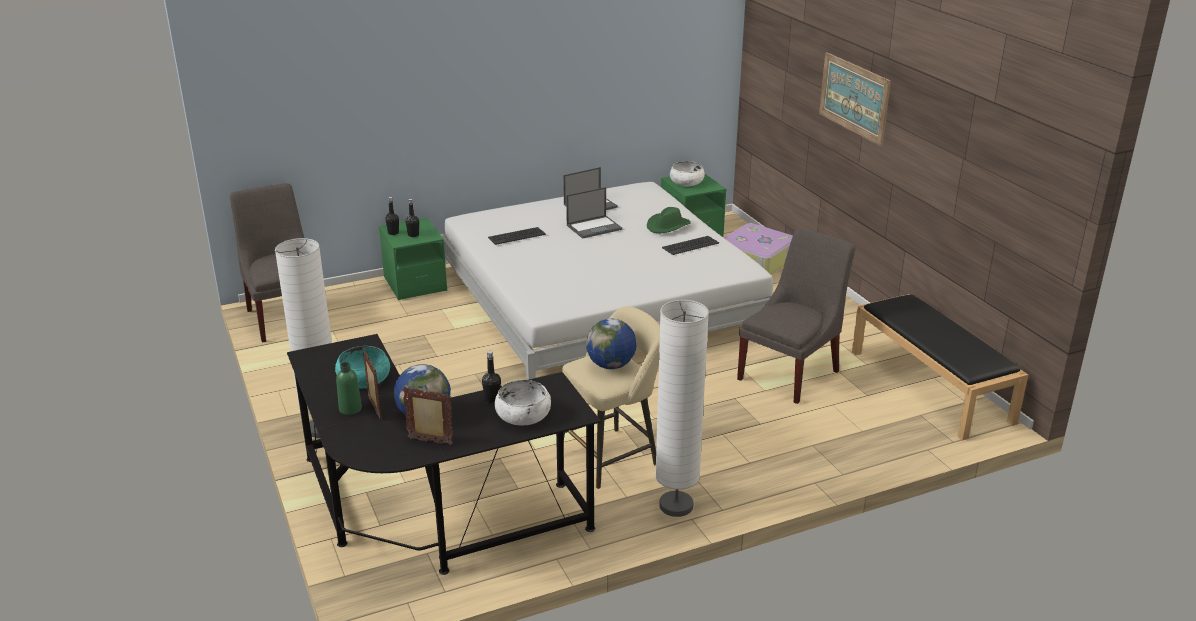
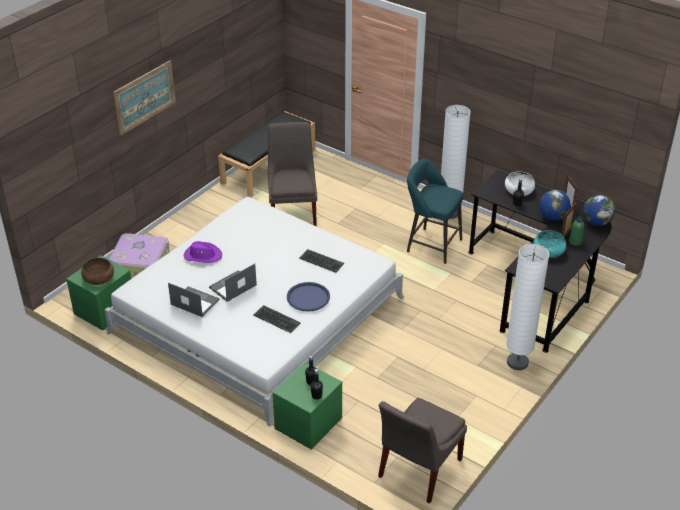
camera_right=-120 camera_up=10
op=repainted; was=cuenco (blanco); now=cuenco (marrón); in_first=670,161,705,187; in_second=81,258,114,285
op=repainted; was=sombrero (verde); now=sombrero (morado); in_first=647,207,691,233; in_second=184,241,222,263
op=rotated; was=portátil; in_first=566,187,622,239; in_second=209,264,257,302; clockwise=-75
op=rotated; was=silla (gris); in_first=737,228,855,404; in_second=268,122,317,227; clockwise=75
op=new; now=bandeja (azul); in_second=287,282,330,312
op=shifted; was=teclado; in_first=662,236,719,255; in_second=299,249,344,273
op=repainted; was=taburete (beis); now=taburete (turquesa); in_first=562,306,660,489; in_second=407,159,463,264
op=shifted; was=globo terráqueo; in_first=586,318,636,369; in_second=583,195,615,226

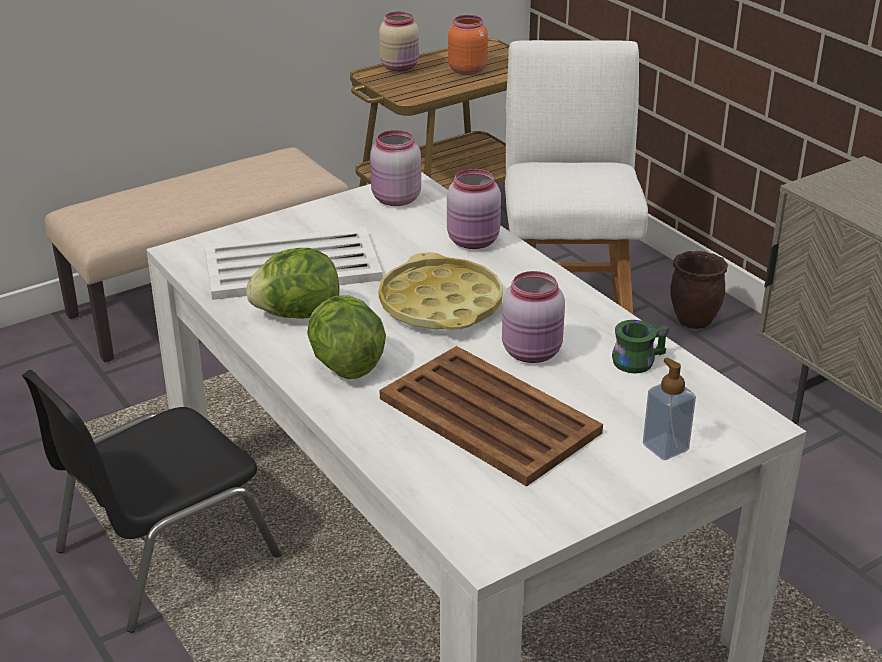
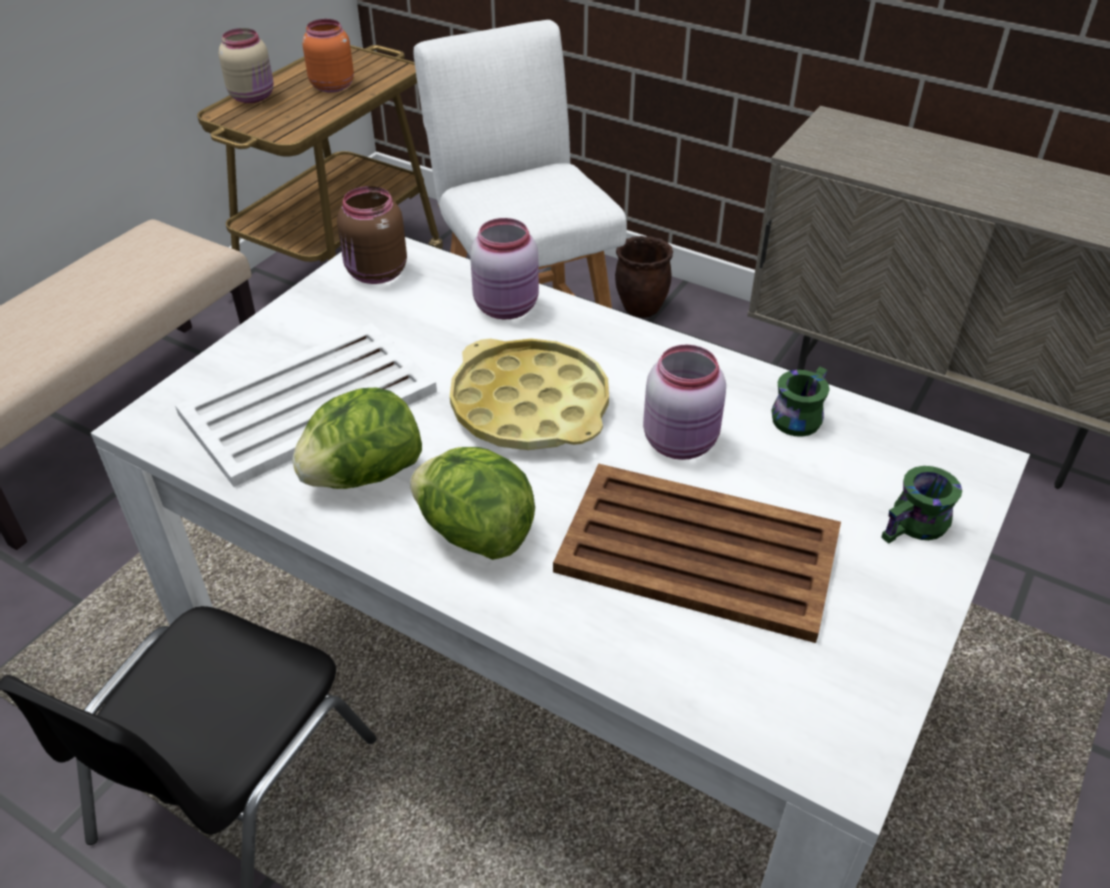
camera_right=-25 camera_up=10
op=repainted; was=tarro (rosa); now=tarro (marrón); in_first=370,130,421,206; in_second=337,186,407,284
op=swapped; was=dispensador de jabón; now=taza grande (verde); in_first=643,358,696,460; in_second=881,466,962,544

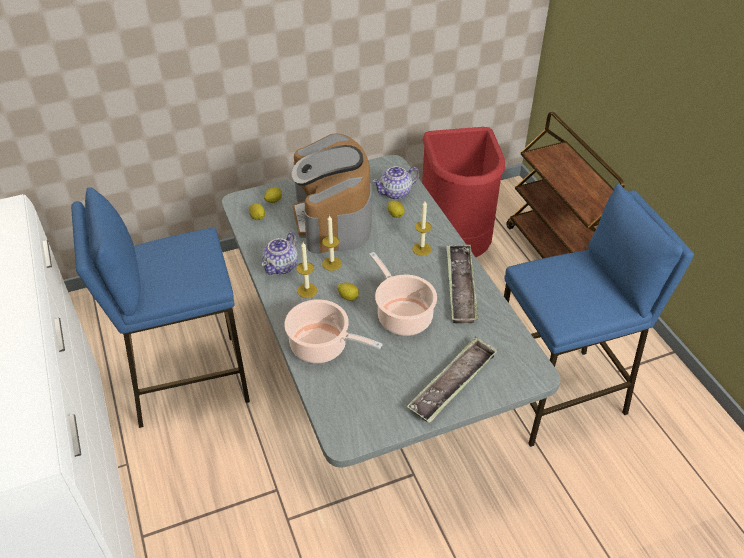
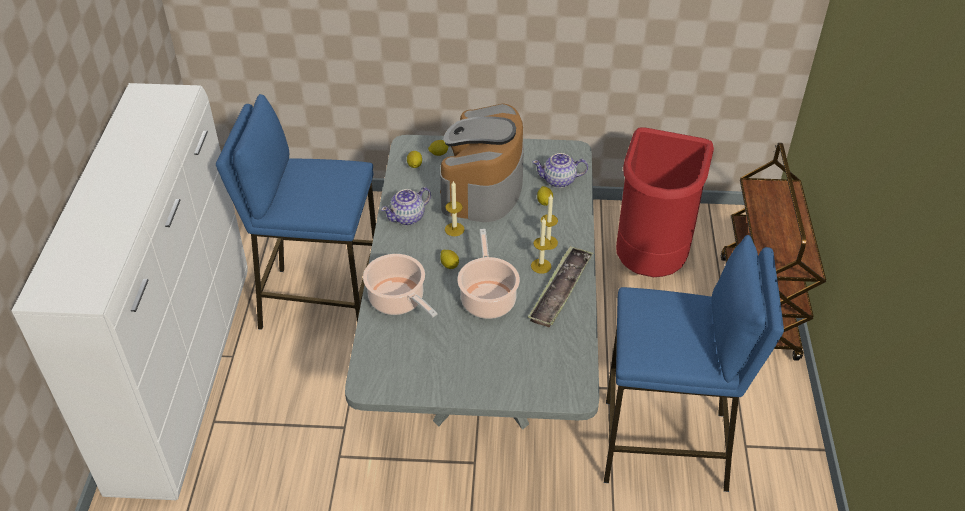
camera_right=25 camera_up=0
op=shifted; was=vela; in_first=297,242,317,298; in_second=531,218,551,274
op=gone; was=bandeja; in_first=407,336,498,423

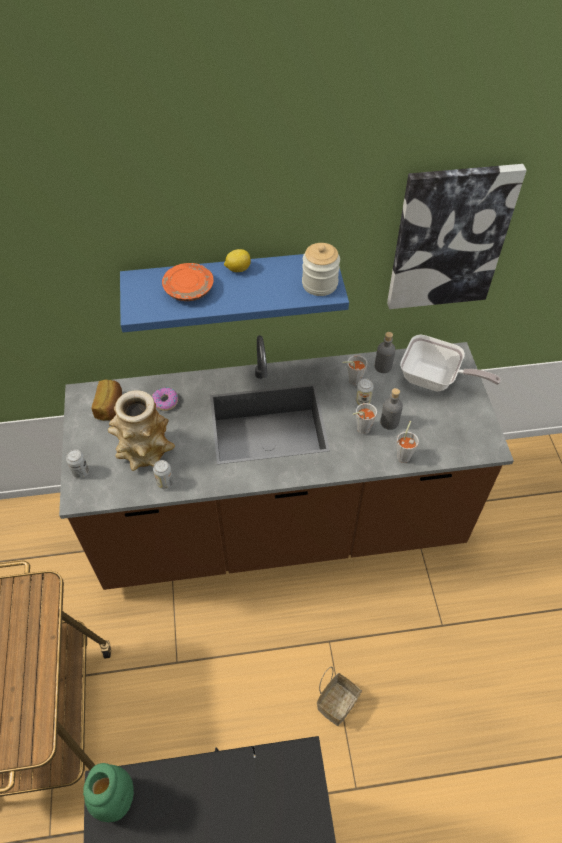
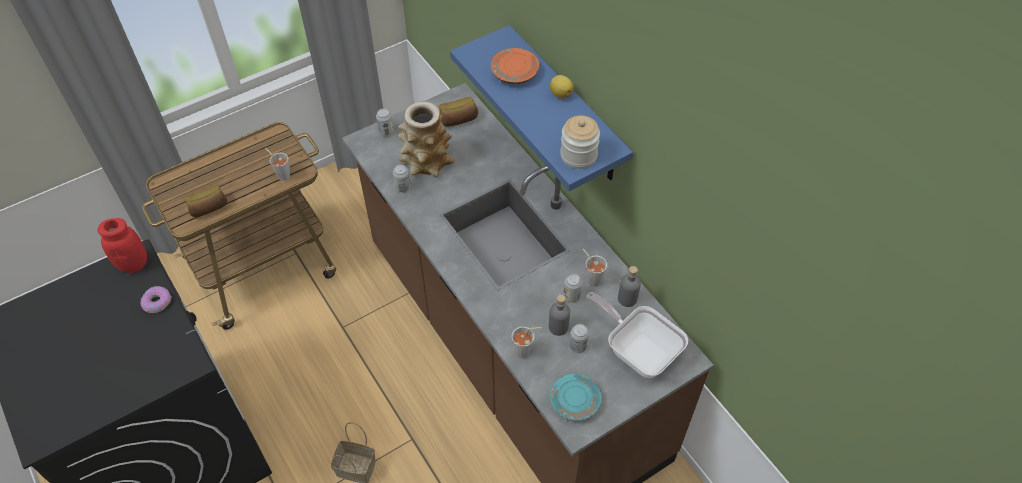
camera_right=65 camera_up=0
op=repainted; was=tarro (verde); now=tarro (rojo); in_first=83,763,134,822; in_second=98,218,147,273
op=shifted; was=rosquilla; in_first=152,387,178,411; in_second=140,286,171,313
op=new; now=pan; in_second=185,184,227,217
op=shifted; was=taza (gris); in_first=353,403,377,434; in_second=265,148,290,181
op=new; now=plato (turquesa); in_second=550,373,601,421
op=new; now=lata; in_second=569,324,589,353
op=rotated; was=sartén; in_first=400,335,501,391; in_second=586,292,688,378; clockwise=135
op=gone; was=cuadro; in_first=387,164,527,309

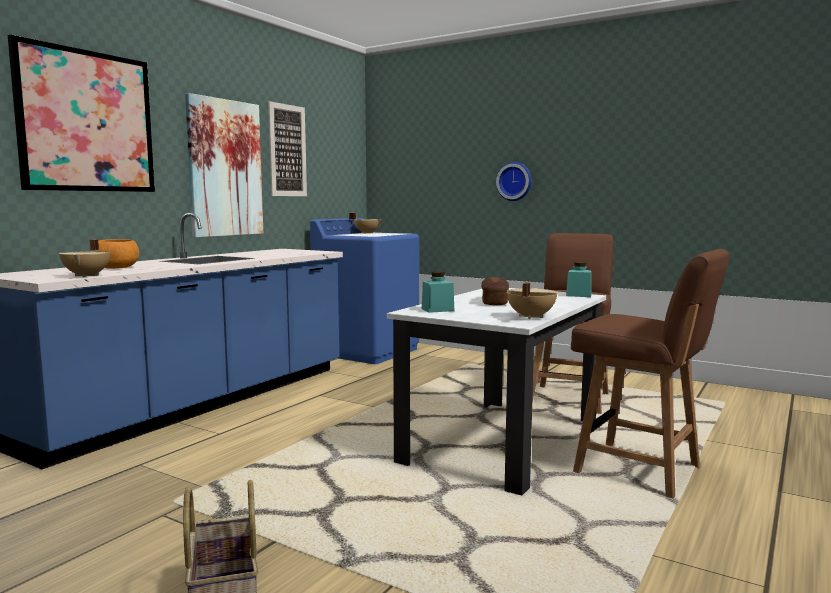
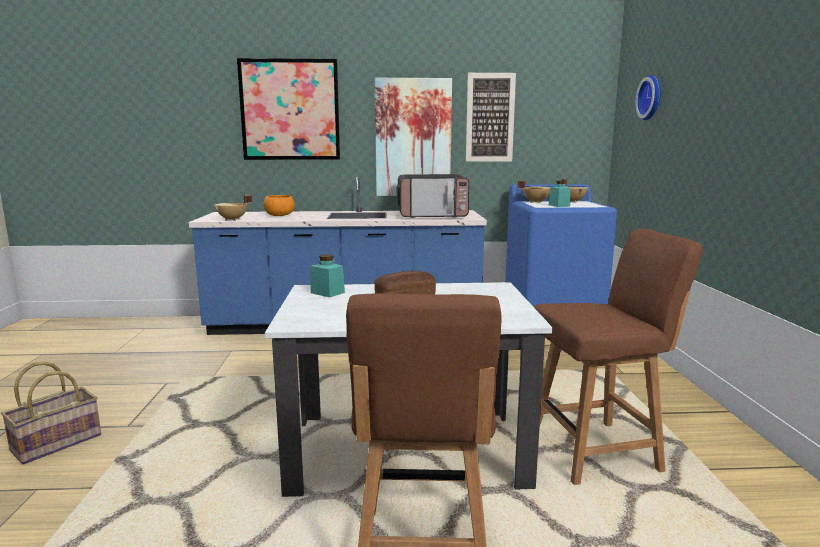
camera_right=55 camera_up=5
op=new; now=microondas; in_second=397,174,470,218
op=shifted; was=olla (beis); in_first=507,282,558,319; in_second=517,181,550,203
op=shifted; was=tarro (turquesa); in_first=566,262,592,297; in_second=549,181,571,207
op=shifted; was=reloj de pared; in_first=496,162,532,201; in_second=635,75,661,120

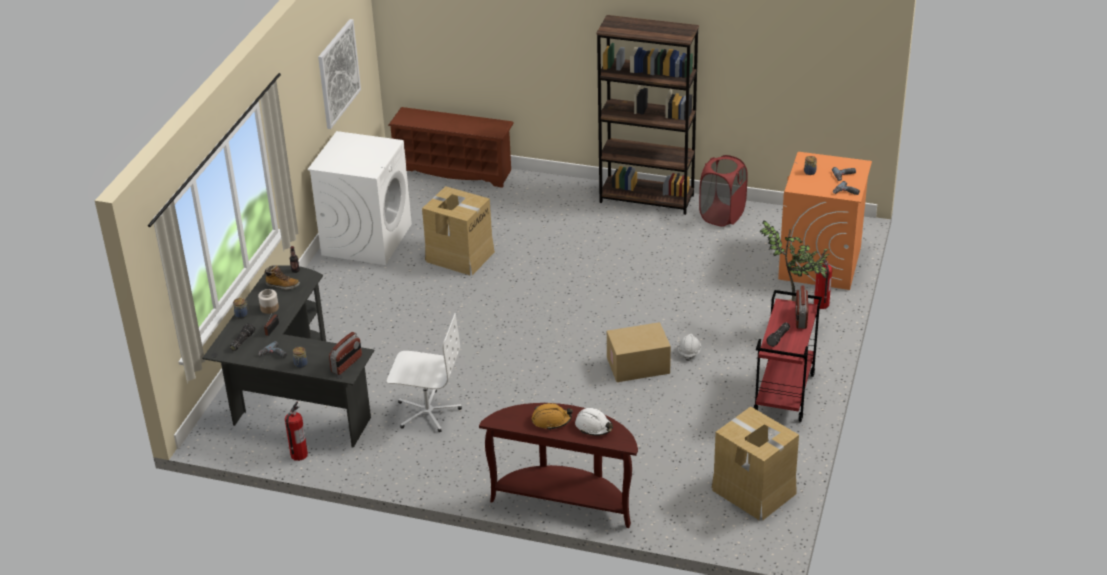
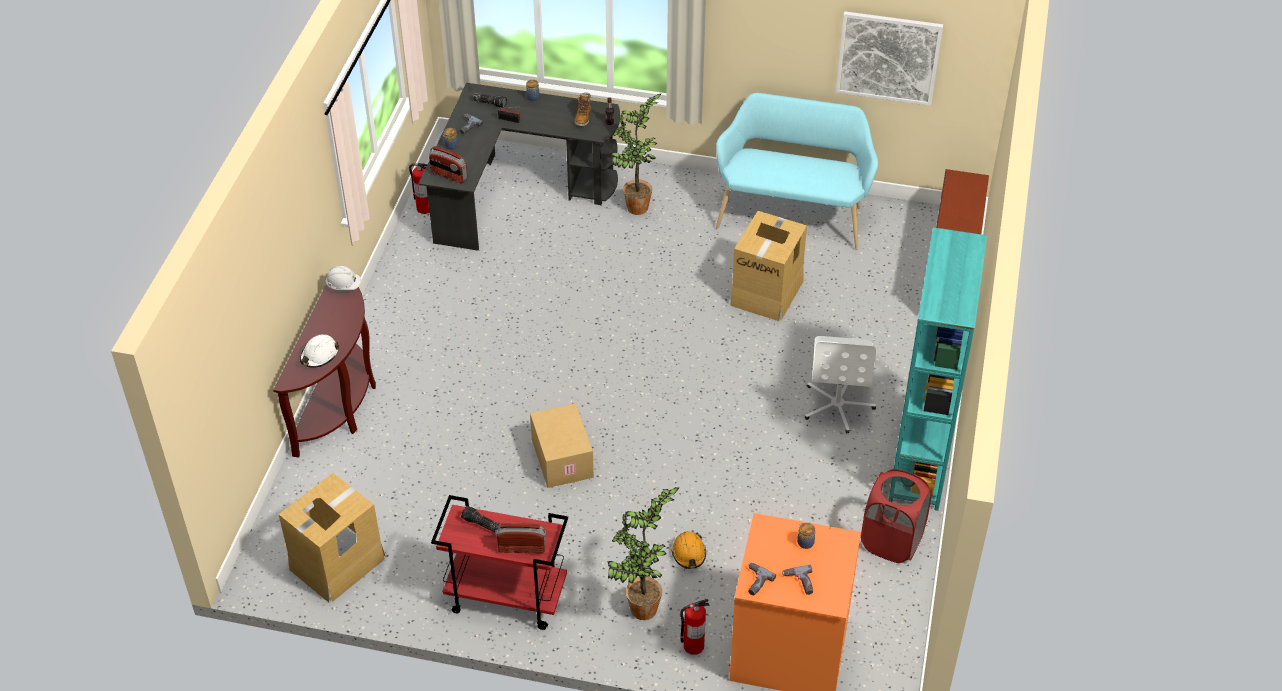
camera_right=85 camera_up=10
op=shifted; was=casco (blanco); in_first=678,334,701,361; in_second=325,266,361,290
op=new; now=planta en maceta; in_second=611,93,662,215
op=shifted; was=casco (naranja); in_first=532,403,573,429; in_second=672,531,706,569
op=swapped; was=lavadora (blanco); now=banco (turquesa); in_first=308,131,412,265; in_second=716,93,878,250
op=shifted; was=silla de oficina (blanco); in_first=387,313,462,432; in_second=805,336,876,433
op=repainted; was=estantería (marrón); now=estantería (turquesa); in_first=597,15,699,215; in_second=894,227,987,511
op=gone; was=tarro; in_first=258,289,279,314

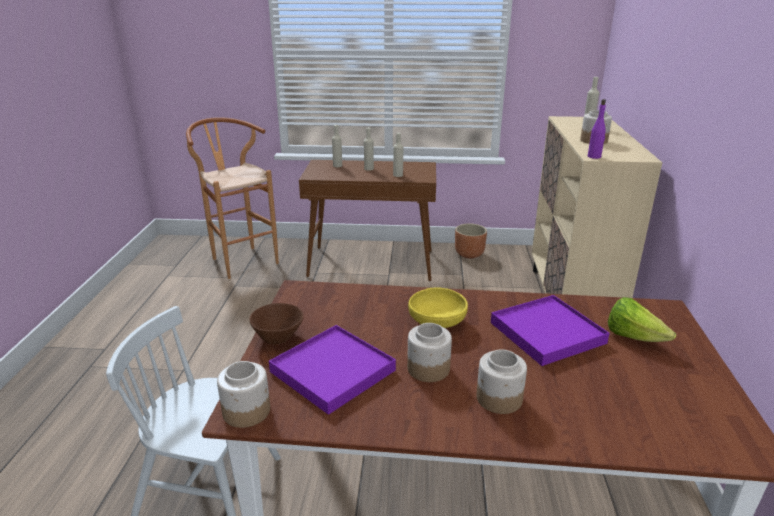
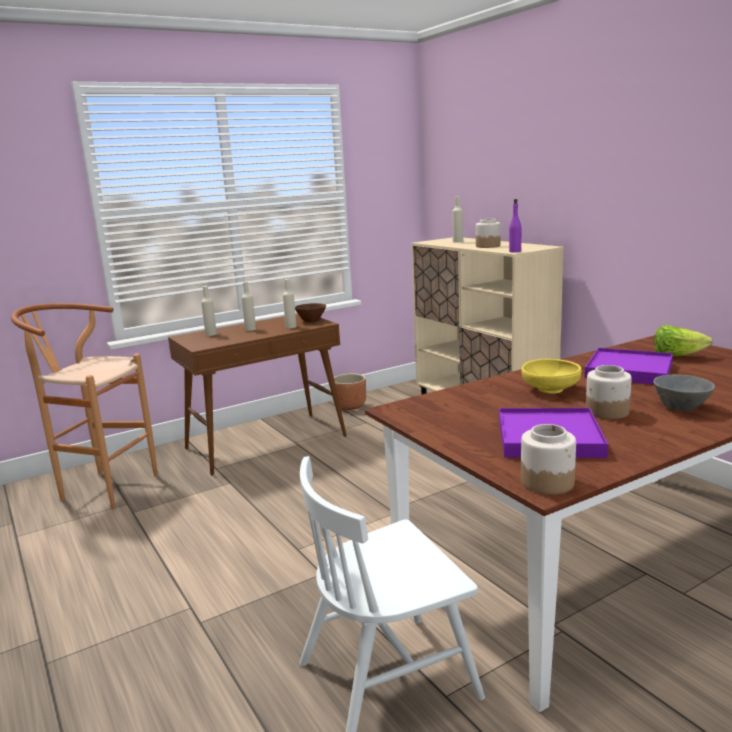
camera_right=-35 camera_up=-10
op=shifted; was=cuenco (marrón); in_first=249,303,304,344; in_second=295,303,326,322
op=swapped; was=tarro; now=cuenco (gris); in_first=476,349,527,414; in_second=653,375,715,411

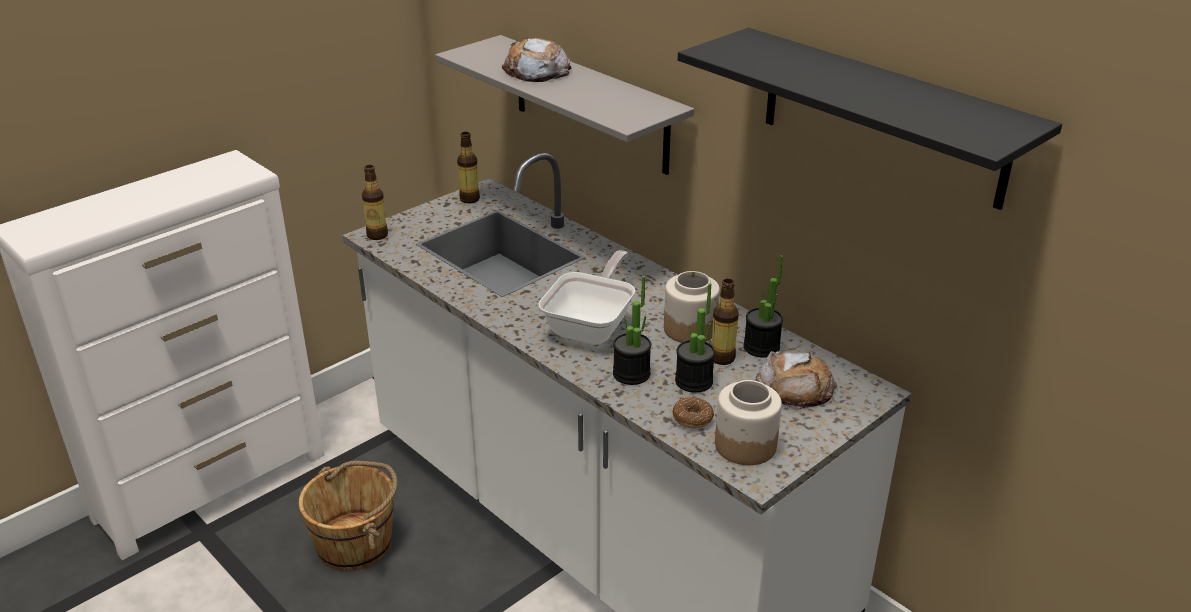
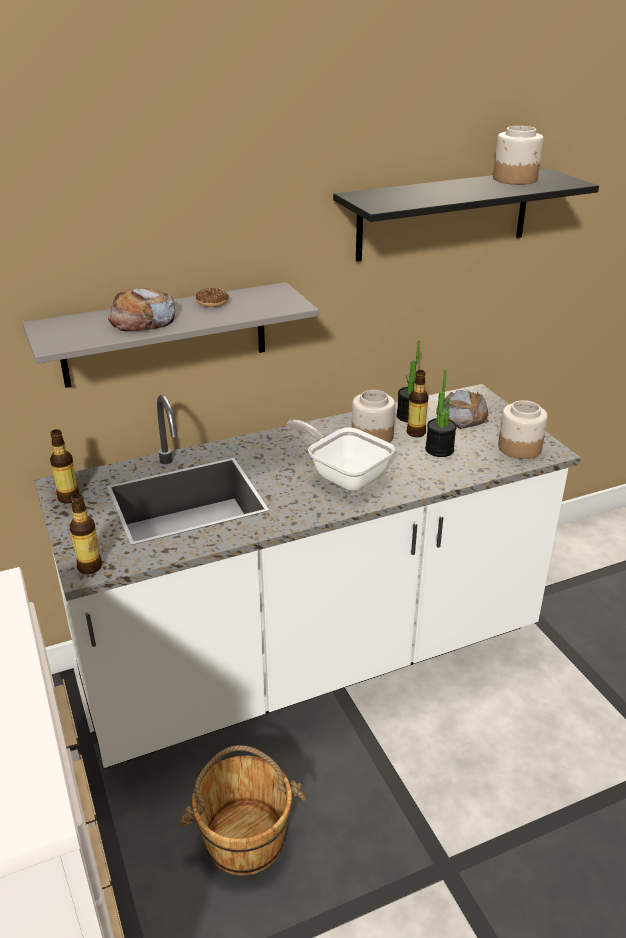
camera_right=-70 camera_up=0
op=shifted; was=rosquilla; in_first=672,397,714,429; in_second=196,288,229,307
op=new; now=tarro; in_second=493,126,543,185
op=gone; was=planta en maceta; in_first=613,276,651,385

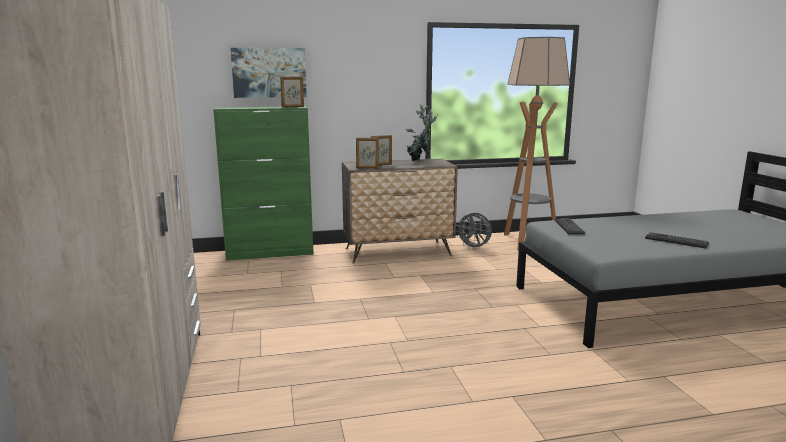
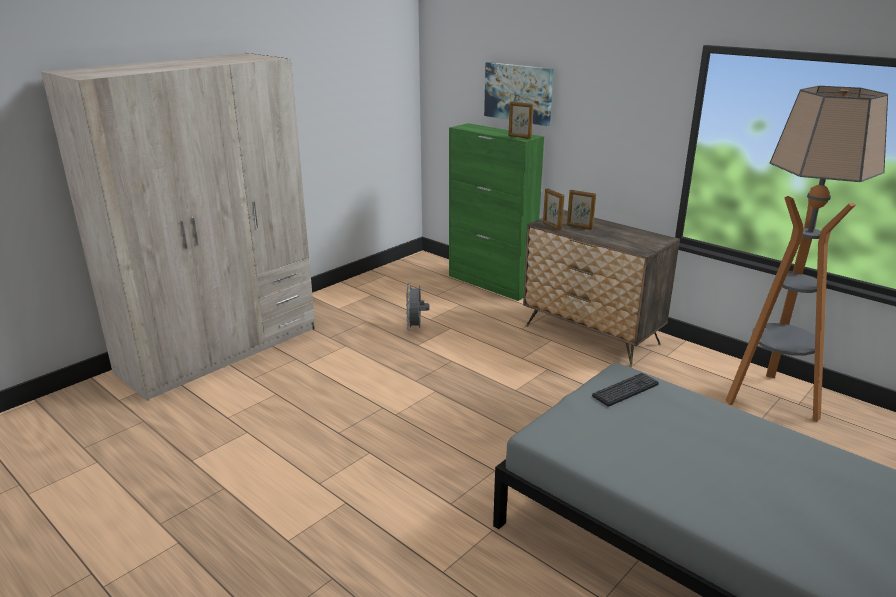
camera_right=55 camera_up=10
op=shifted; was=ventilador (gris); in_first=456,212,492,249; in_second=406,283,429,331
op=gone; was=planta en maceta; in_first=406,105,438,161
op=gone; was=teclado; in_first=645,232,709,248

